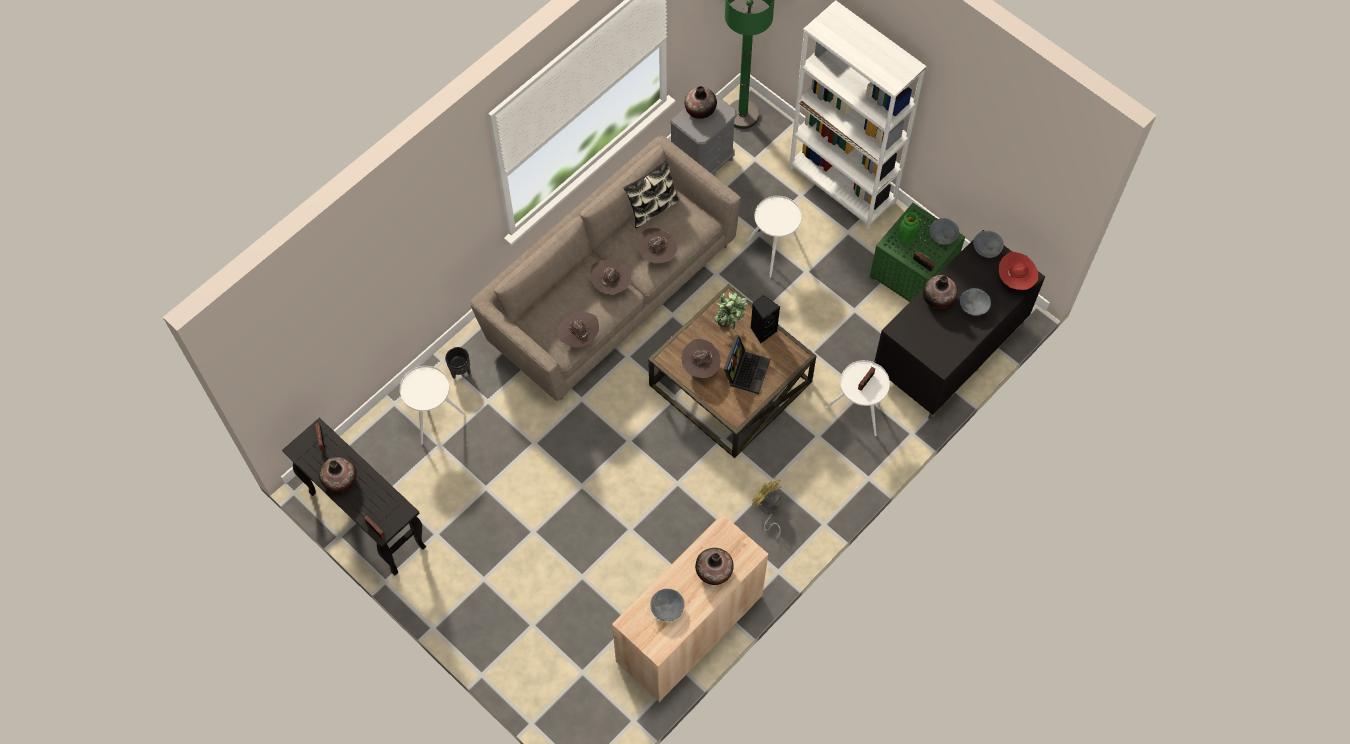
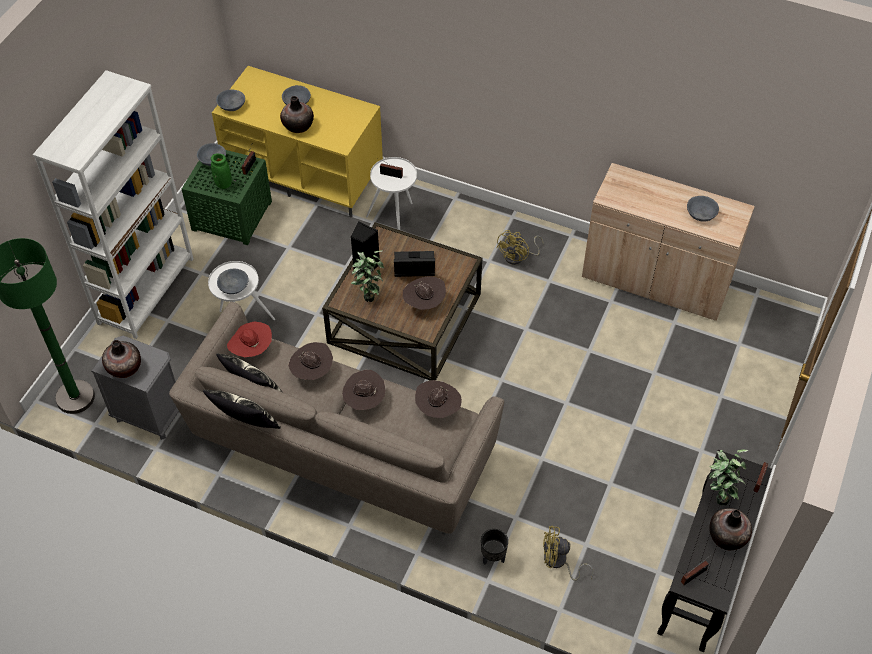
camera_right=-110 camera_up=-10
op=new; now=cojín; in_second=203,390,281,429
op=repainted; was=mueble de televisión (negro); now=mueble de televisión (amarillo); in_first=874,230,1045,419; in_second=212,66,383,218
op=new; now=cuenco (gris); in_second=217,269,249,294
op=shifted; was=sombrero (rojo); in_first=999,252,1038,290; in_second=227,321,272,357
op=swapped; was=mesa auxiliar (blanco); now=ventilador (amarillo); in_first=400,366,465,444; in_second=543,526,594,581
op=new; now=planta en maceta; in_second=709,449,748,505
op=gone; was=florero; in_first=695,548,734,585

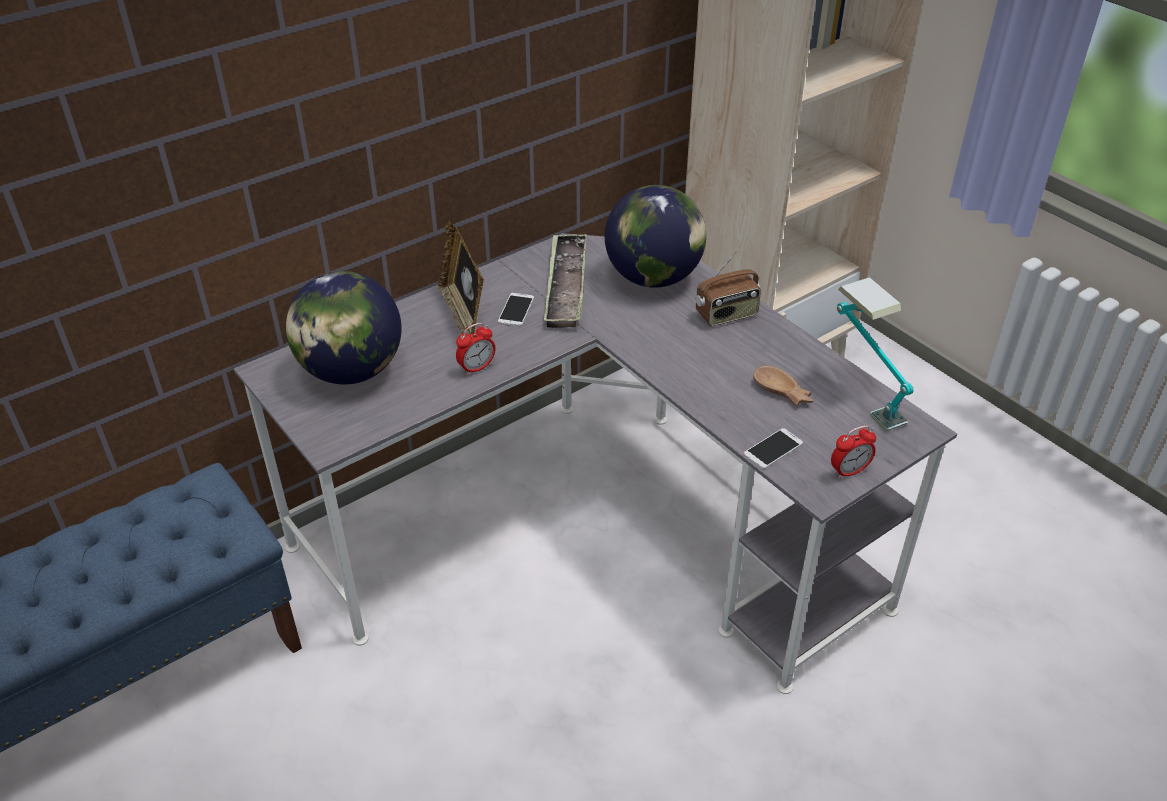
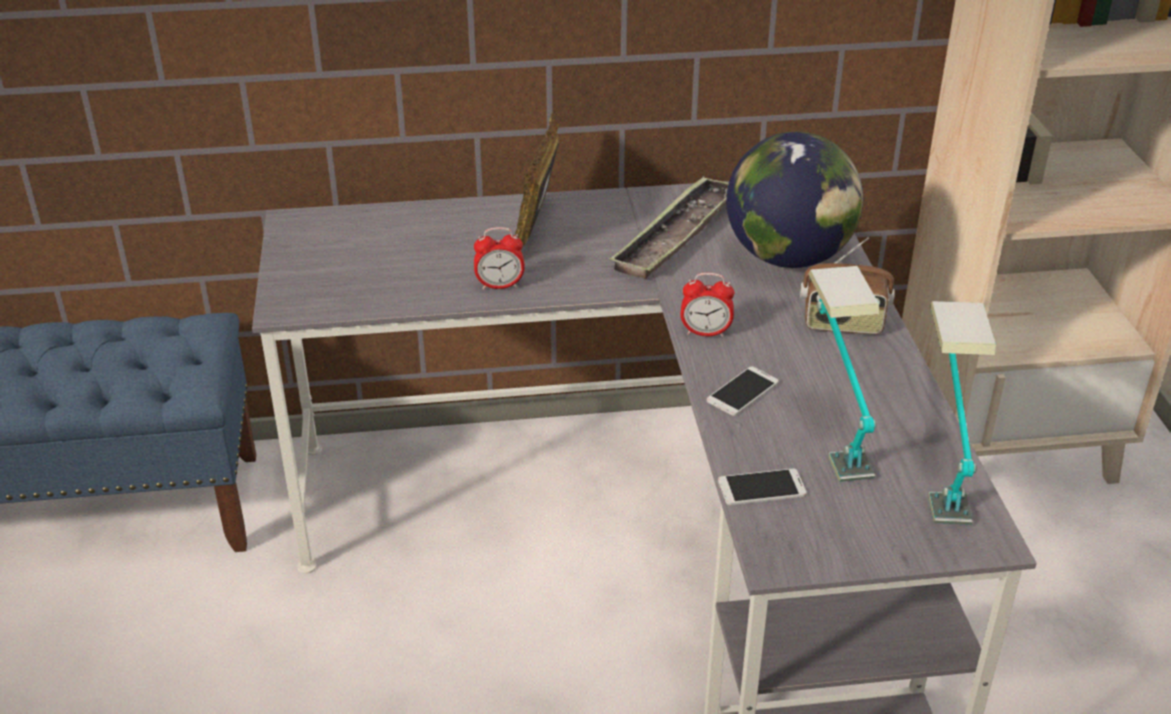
camera_right=30 camera_up=-5
op=shifted; was=despertador; in_first=831,425,876,479; in_second=681,273,734,337
op=shifted; was=móvil; in_first=498,293,534,327; in_second=707,367,779,416
op=swapped; was=cuenco (marrón); now=lámpara de mesa; in_first=753,366,813,405; in_second=808,266,880,482
op=gone; was=globo terráqueo; in_first=286,271,402,385

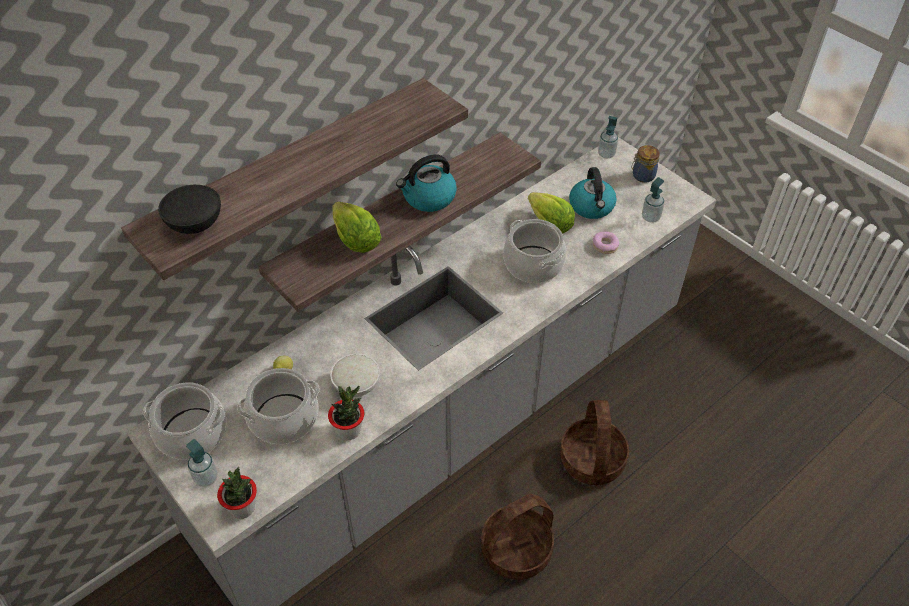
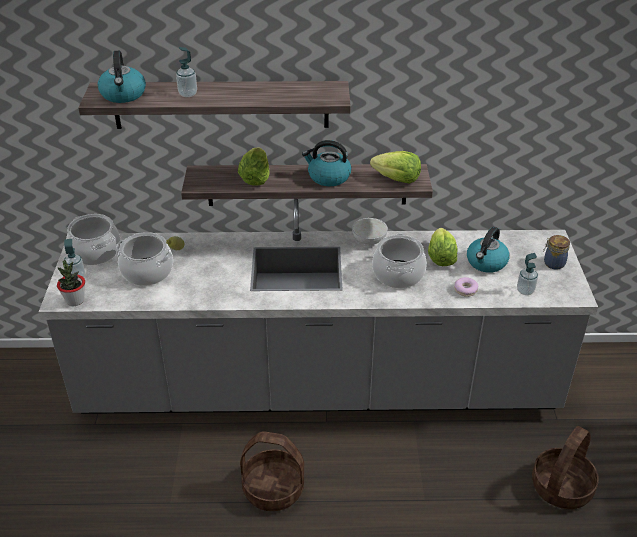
camera_right=40 camera_up=-10
op=swapped; was=cuenco (negro); now=hervidor; in_first=158,185,221,234; in_second=98,51,146,103
op=shifted; was=dispensador de jabón; in_first=598,116,618,159; in_second=176,47,197,97
op=shifted; was=cuenco (blanco); in_first=330,354,380,397; in_second=352,218,388,245
op=new; now=lechuga; in_second=370,151,421,184
op=shifted; was=cesta; in_first=560,400,629,485; in_second=532,426,599,509
op=gone; was=planta en maceta; in_first=328,386,364,440

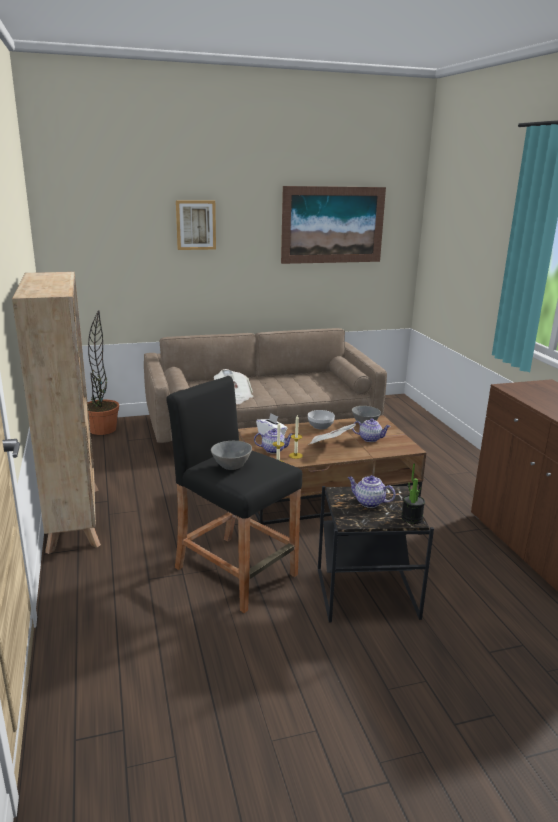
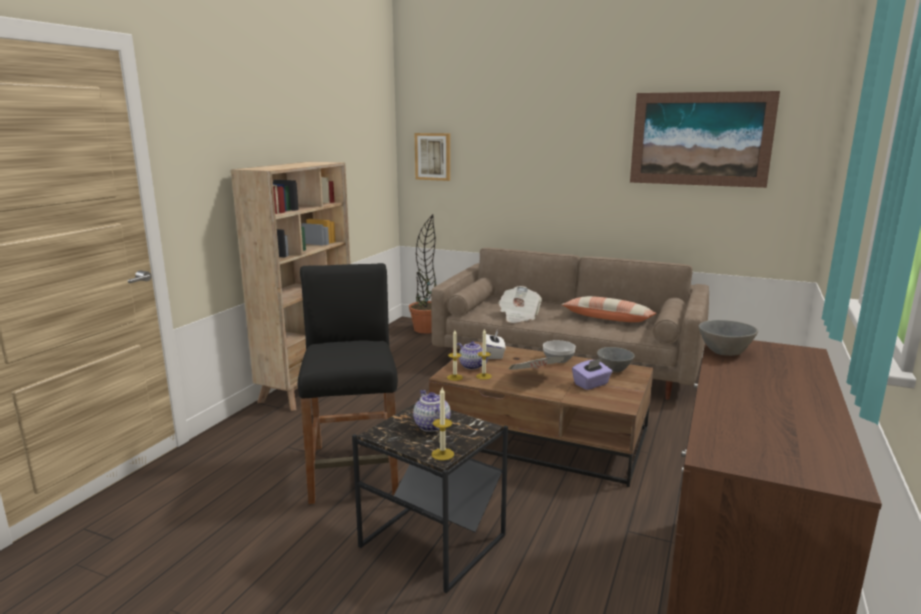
camera_right=40 camera_up=-5
op=shifted; was=cuadro; in_first=176,200,216,250; in_second=415,133,450,181
op=swapped; was=planta en maceta; now=vela; in_first=401,464,425,524; in_second=432,387,454,460
op=new; now=cojín; in_second=561,296,657,322
op=swapped; was=tetera; now=caja de pañuelos (morado); in_first=352,419,391,442; in_second=572,358,612,390
op=shifted; was=cuenco (gris); in_first=211,441,252,470; in_second=699,320,758,356

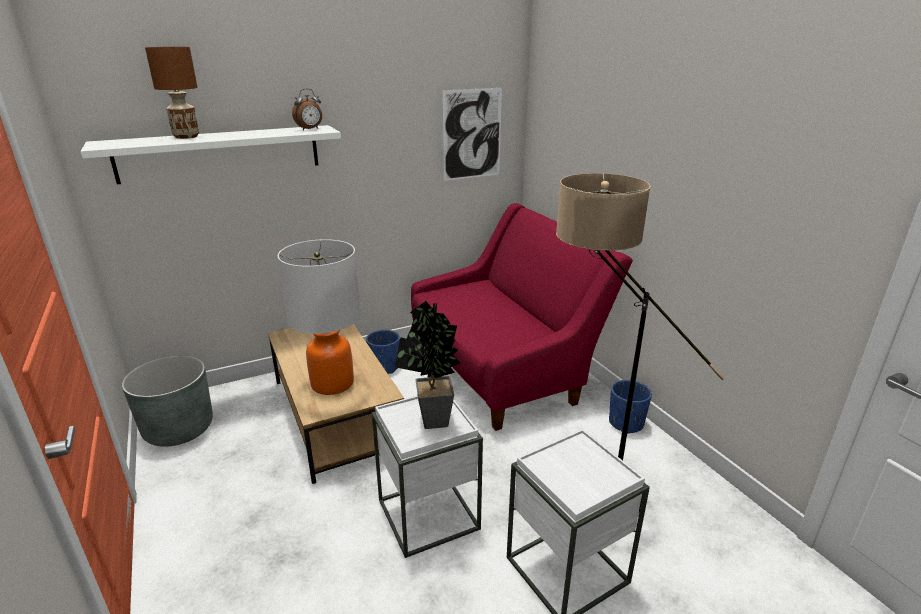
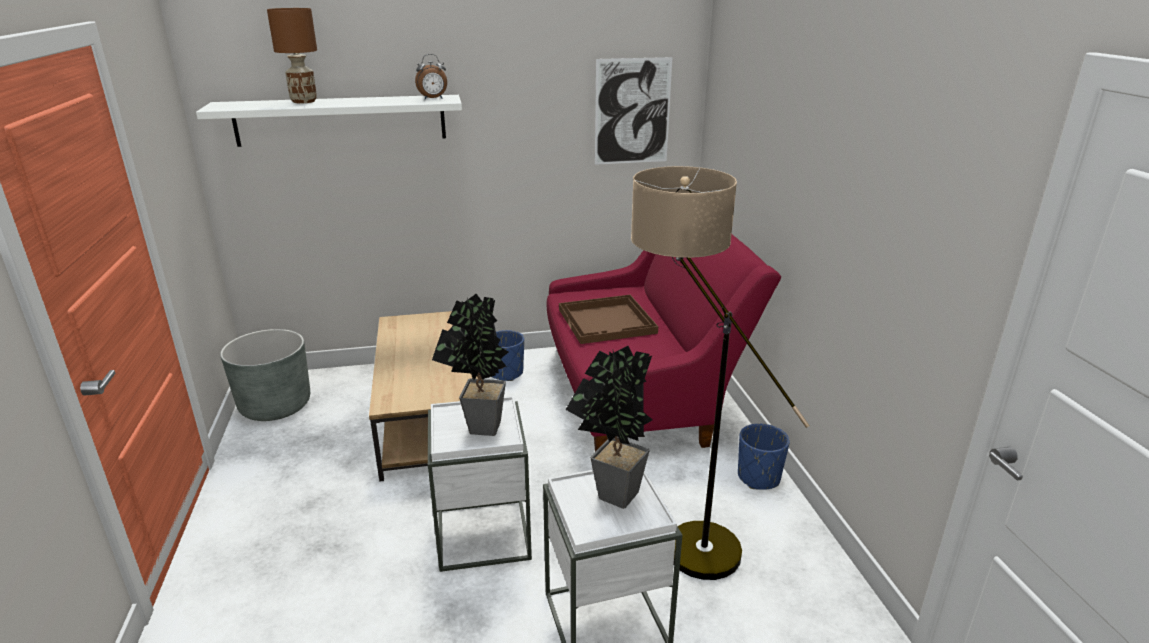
camera_right=15 camera_up=0
op=new; now=bandeja (marrón); in_second=559,295,658,344
op=new; now=planta en maceta; in_second=565,346,653,509
op=gone; was=lámpara de mesa; in_first=278,239,361,395

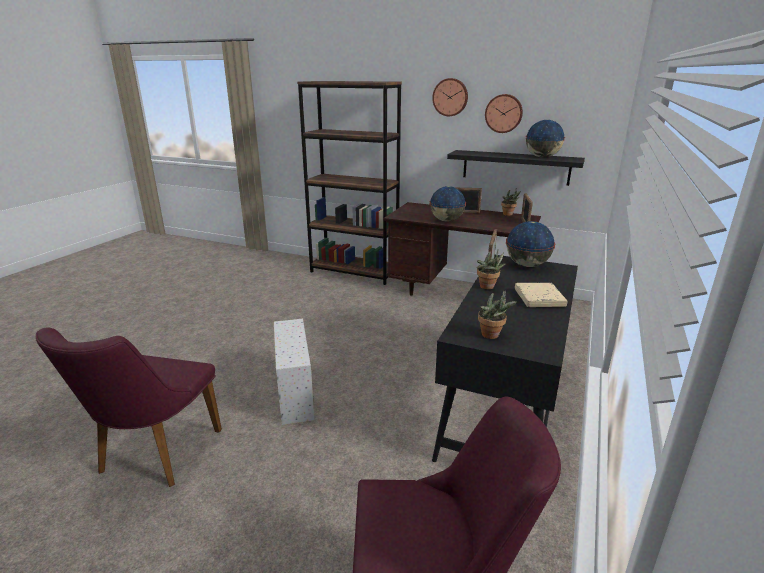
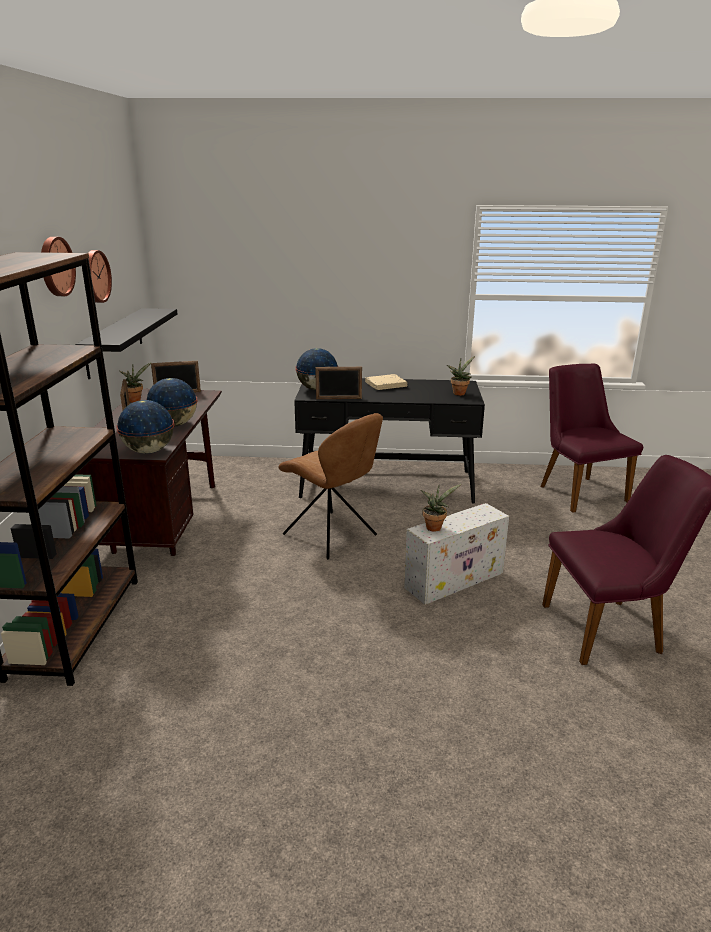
camera_right=-110 camera_up=0
op=shifted; was=globo terráqueo; in_first=525,120,565,158; in_second=116,400,174,454
op=new; now=silla (marrón); in_second=278,413,383,559
op=shifted; was=planta en maceta; in_first=477,250,505,289; in_second=421,484,461,532

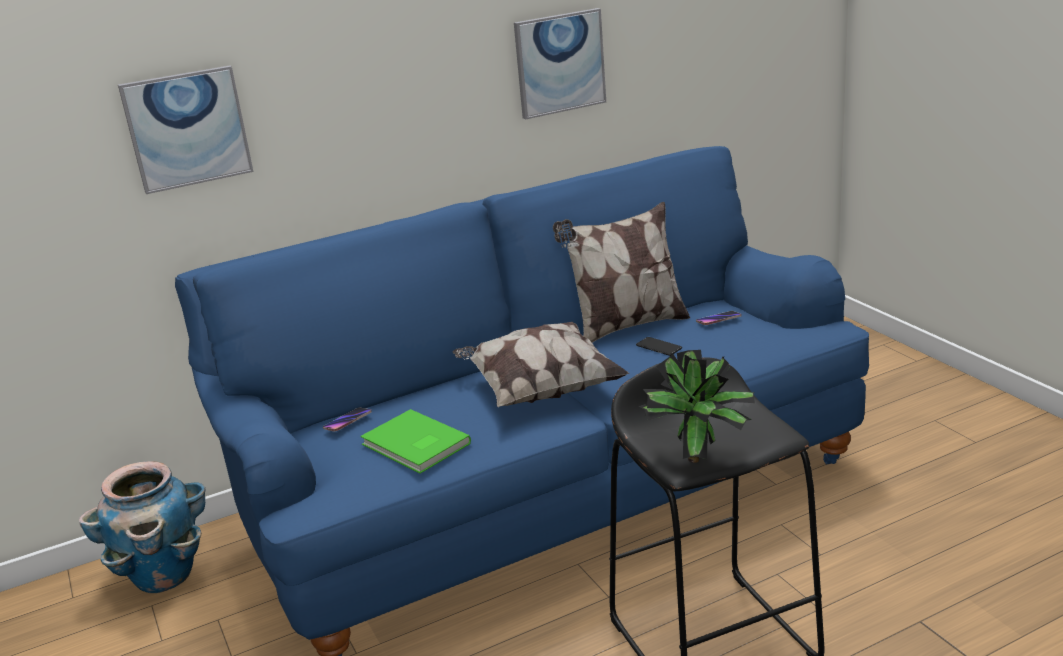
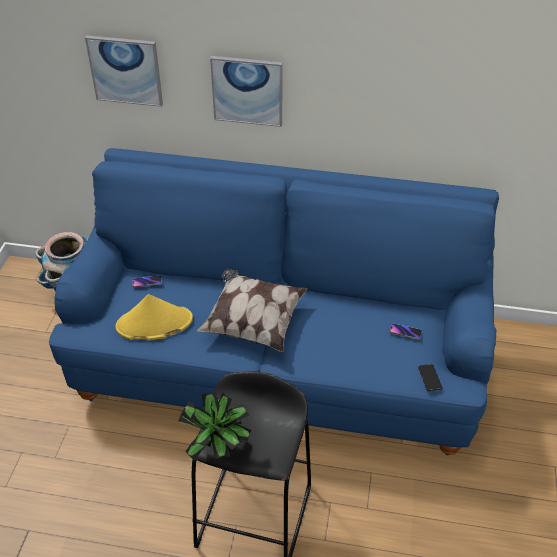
camera_right=35 camera_up=20
op=swapped; was=libro (verde); now=sombrero (amarillo); in_first=360,409,471,474; in_second=116,294,193,340
op=shifted; was=cuadro; in_first=514,8,606,119; in_second=210,56,283,127
op=shifted; was=móvil; in_first=636,337,682,356; in_second=418,364,442,391
op=gone; was=cojín; in_first=553,202,690,343

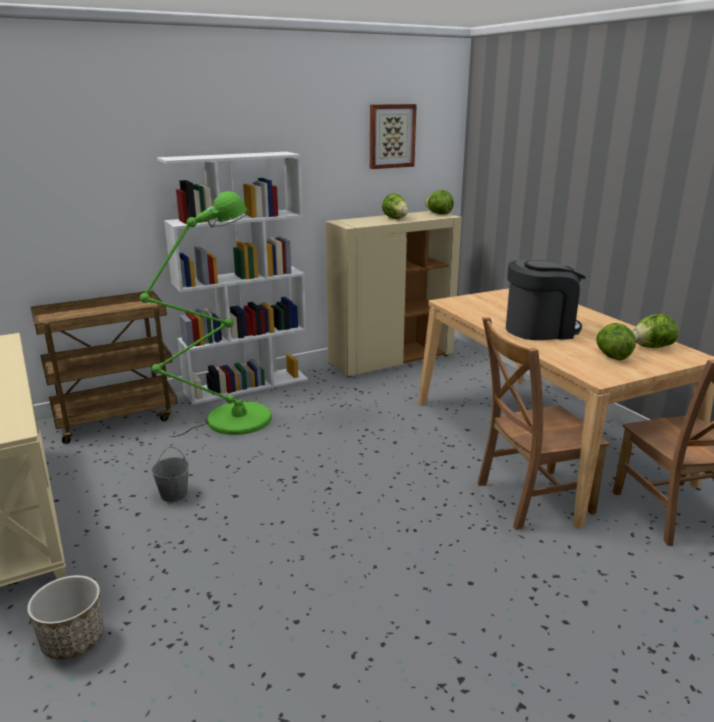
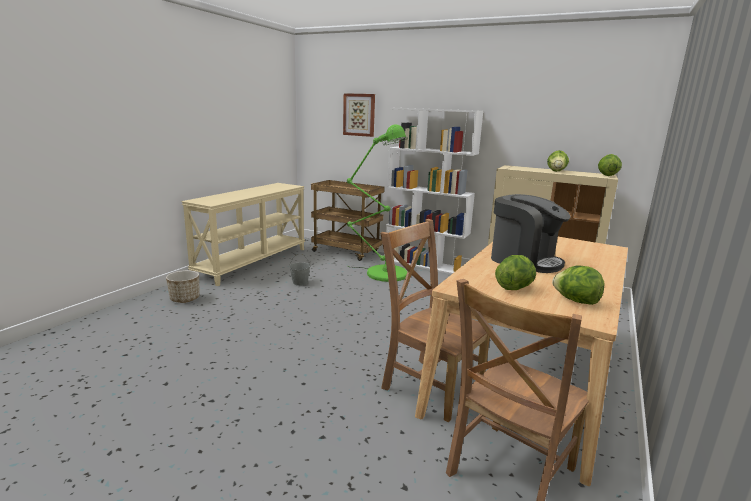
camera_right=55 camera_up=-5
op=shifted; was=cuadro; in_first=370,104,417,169; in_second=343,93,375,137

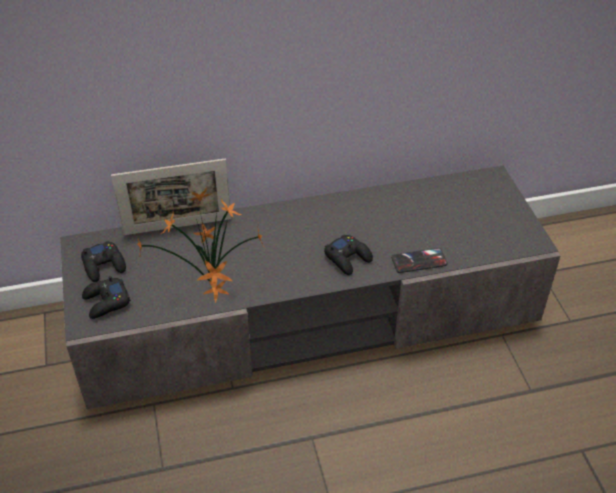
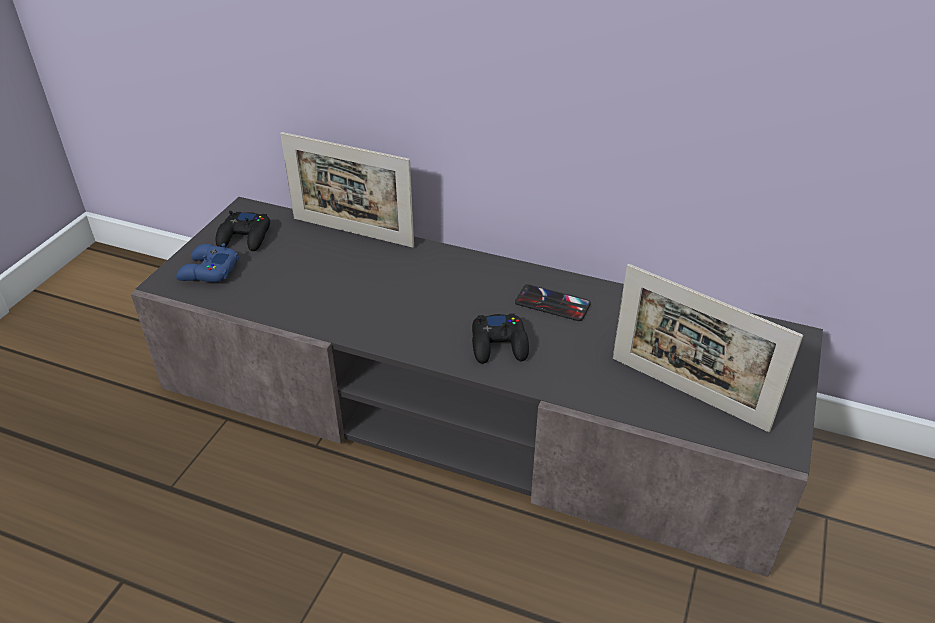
camera_right=35 camera_up=-5
op=repainted; was=mando de consola (negro); now=mando de consola (azul); in_first=82,276,131,319; in_second=176,243,239,282
op=shifted; was=móvil; in_first=391,248,447,273; in_second=515,284,591,321
op=new; now=portarretratos; in_second=613,264,803,432
op=gone; was=planta en maceta; in_first=137,188,265,303

